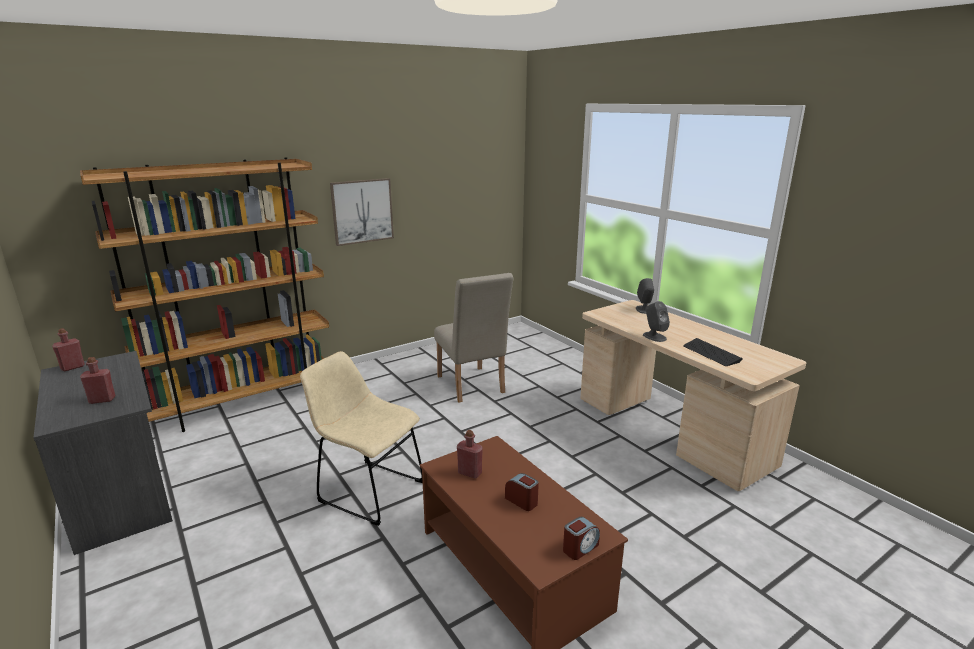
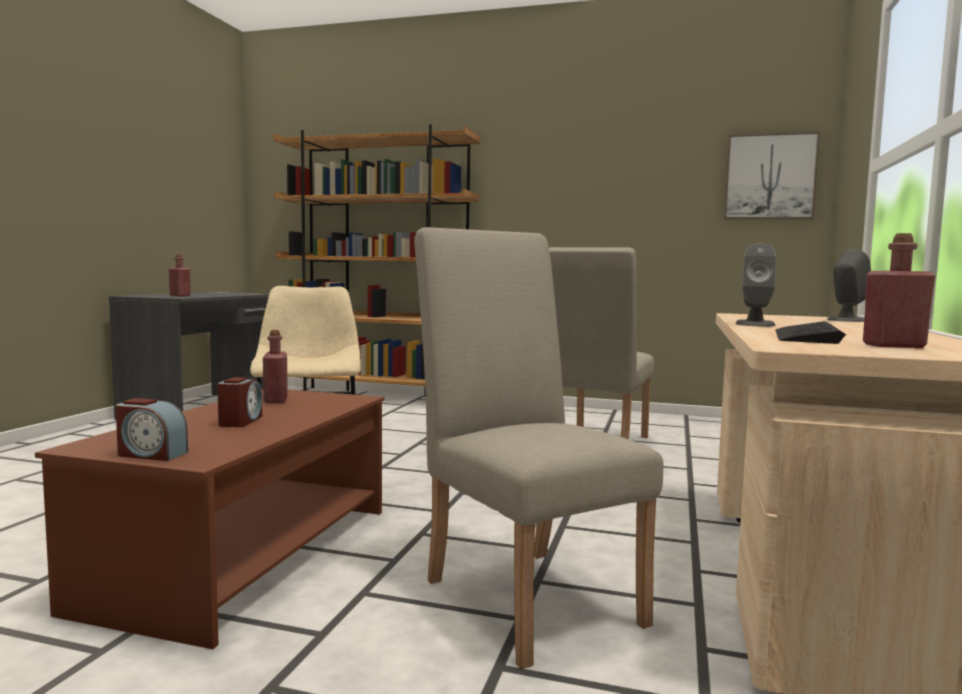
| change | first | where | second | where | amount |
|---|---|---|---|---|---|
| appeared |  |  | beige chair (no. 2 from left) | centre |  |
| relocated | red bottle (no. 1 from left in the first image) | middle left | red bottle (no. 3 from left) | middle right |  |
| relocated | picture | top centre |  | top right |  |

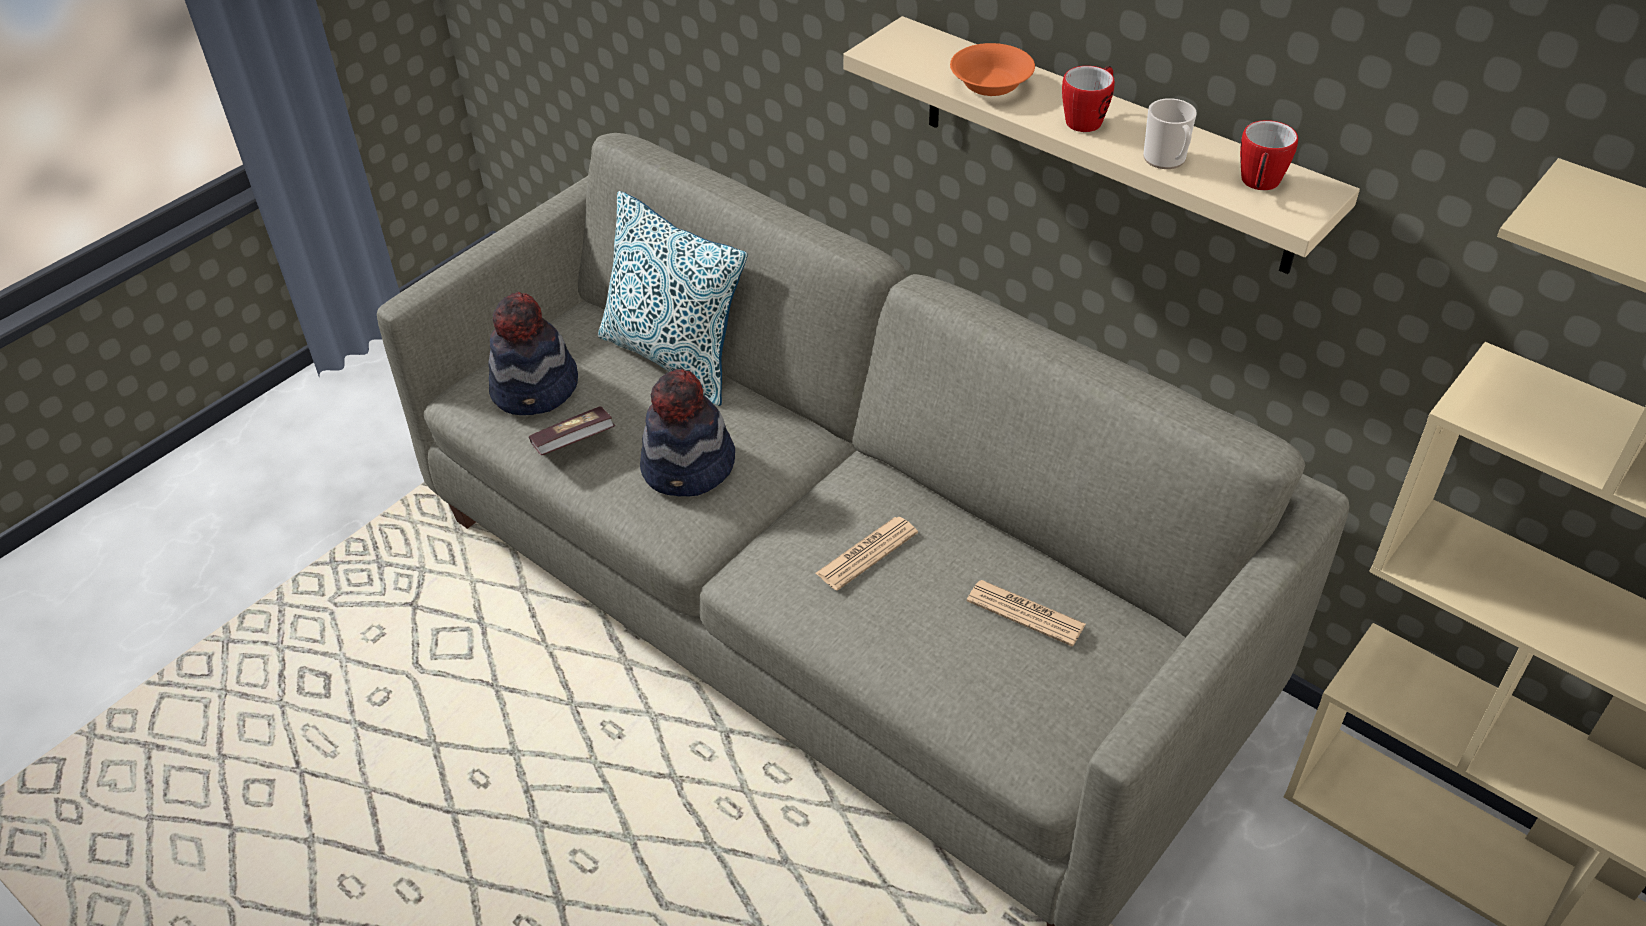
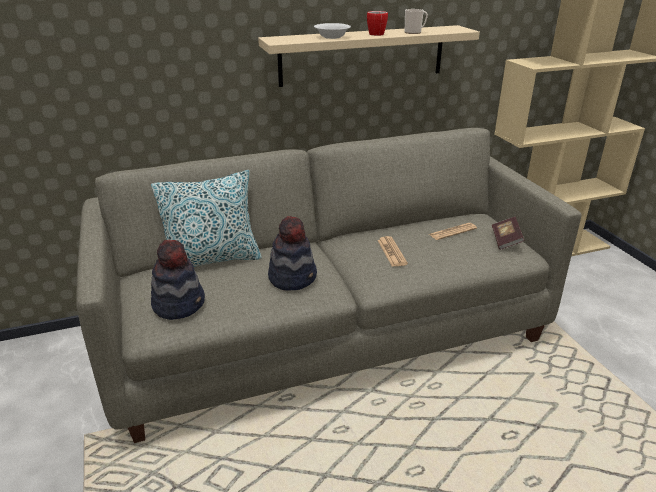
| change | first | where | second | where | amount |
|---|---|---|---|---|---|
| missing | mug (no. 3 from left) | top right |  |  |  |
| relocated | book | centre |  | middle right |  |
| colour | orange bowl | top centre | white bowl | top centre |  |

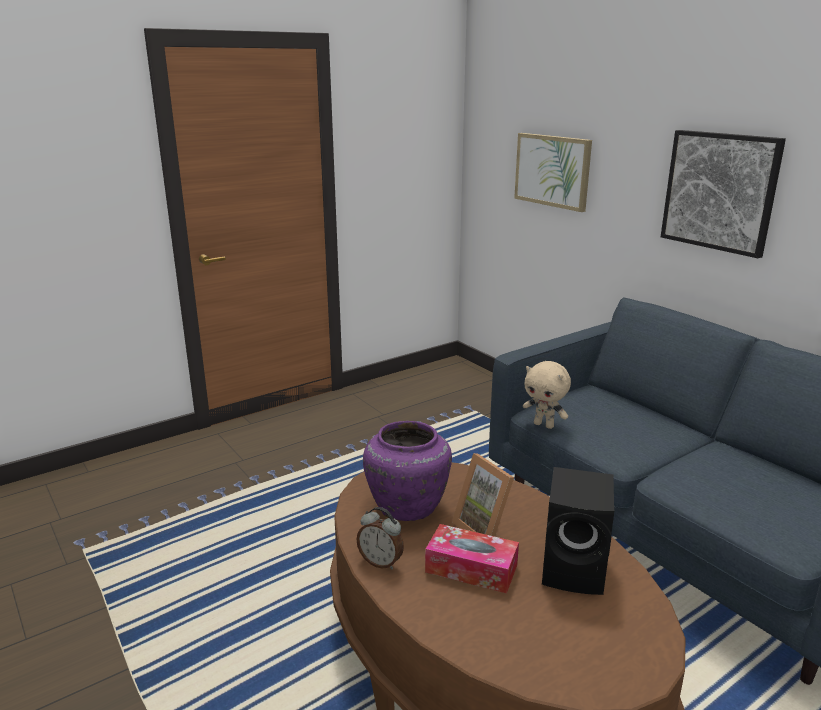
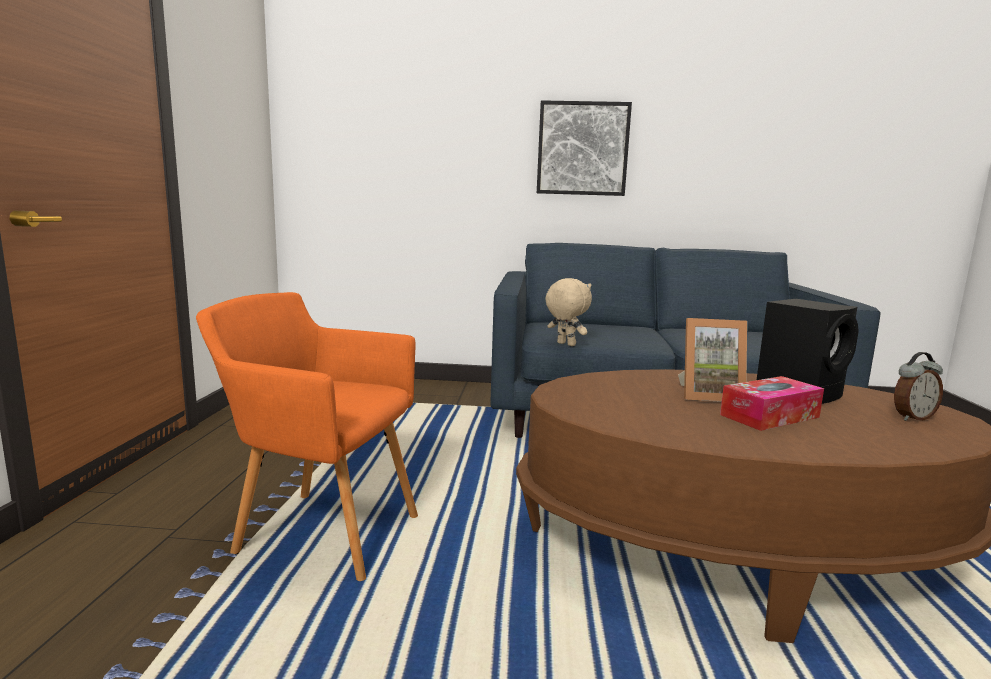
| change | first | where | second | where | amount |
|---|---|---|---|---|---|
| missing | purple vase | centre |  |  |  |
| missing | picture (no. 1 from left) | top right |  |  |  |
| appeared |  |  | orange armchair | middle left |  |
| relocated | alarm clock | bottom centre |  | middle right |  |
| spun | beige plush toy | centre |  | centre | 120 degrees counterclockwise |

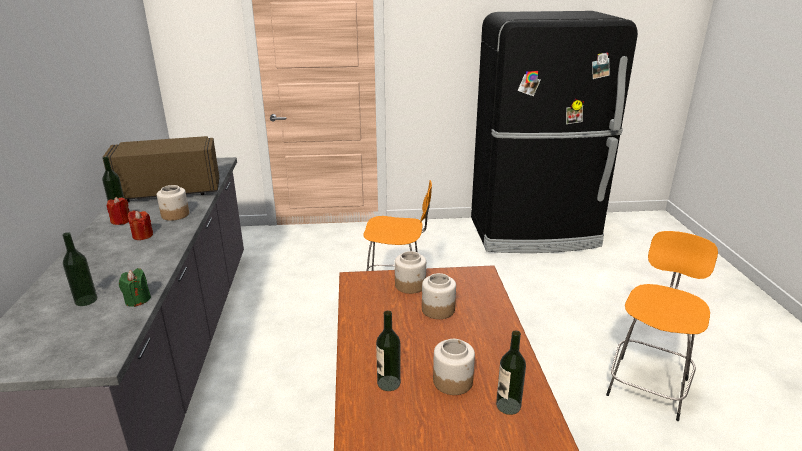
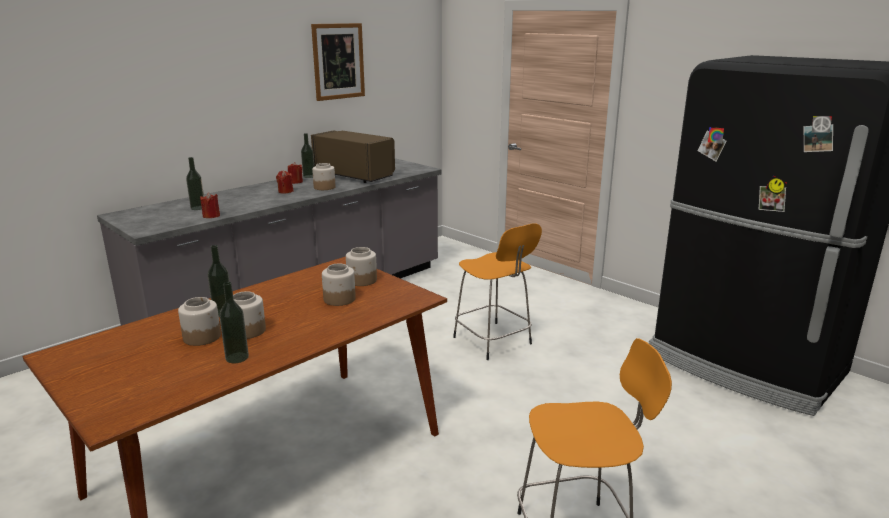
| change | first | where | second | where | amount |
|---|---|---|---|---|---|
| appeared |  |  | jar (no. 1 from left) | middle left |  |
| appeared |  |  | picture | top centre |  |
| colour | green candle | middle left | red candle (no. 1 from left) | middle left |  |

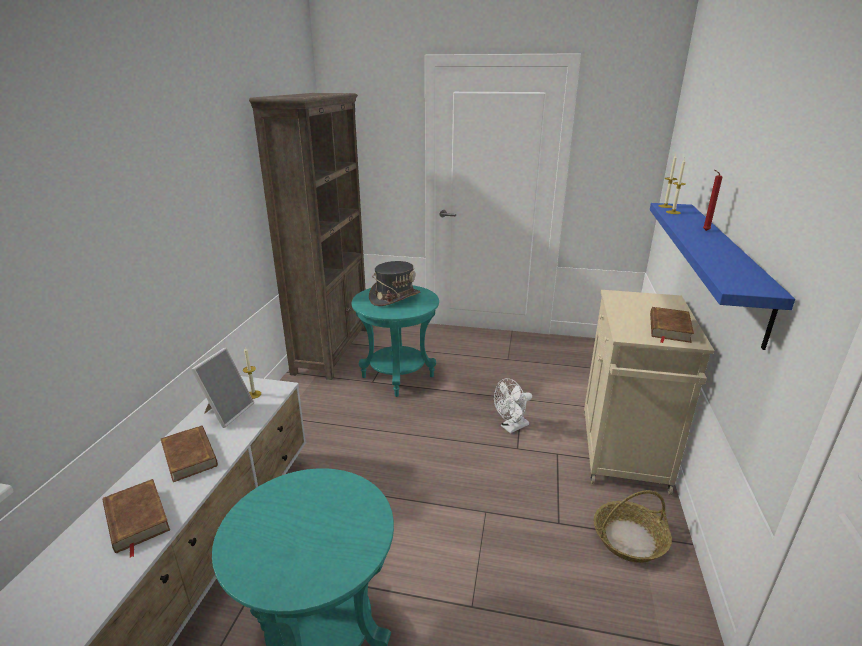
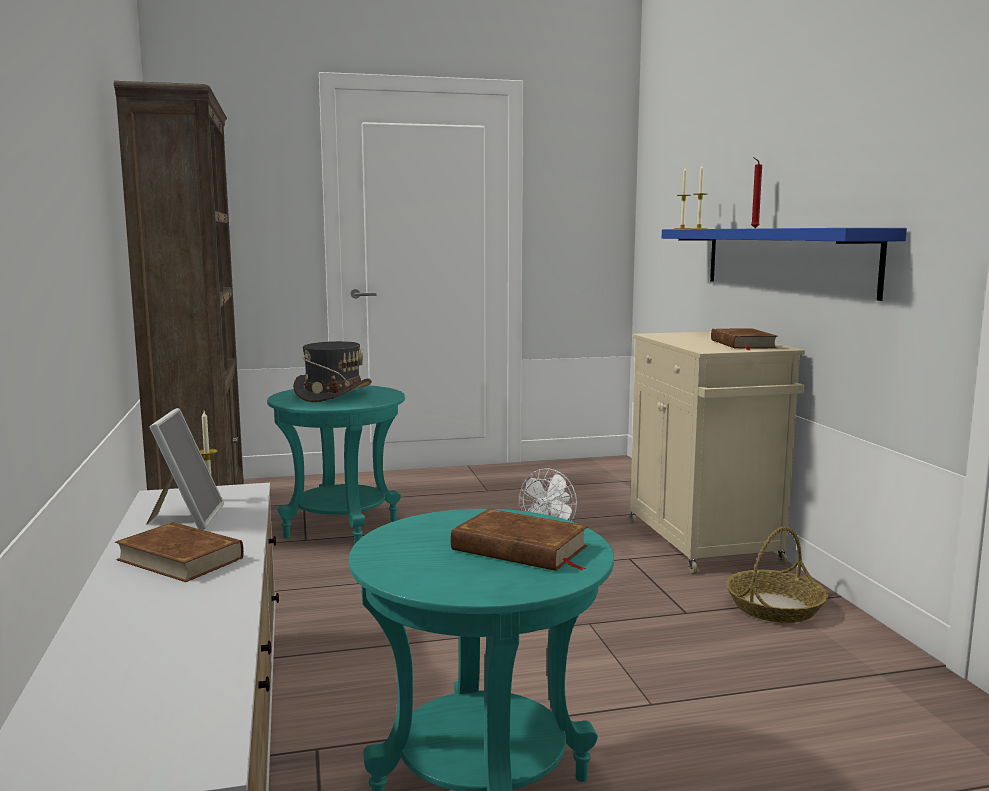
| change | first | where | second | where | amount |
|---|---|---|---|---|---|
| relocated | brown book (no. 1 from left in the first image) | bottom left | brown book (no. 2 from left) | bottom centre |  |

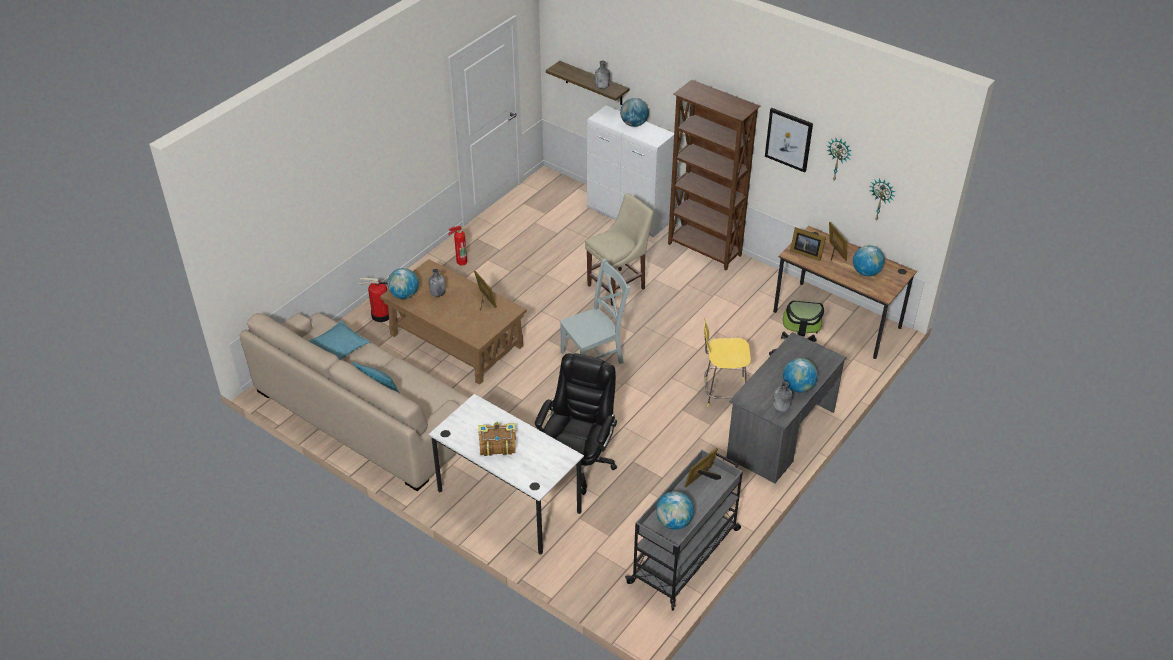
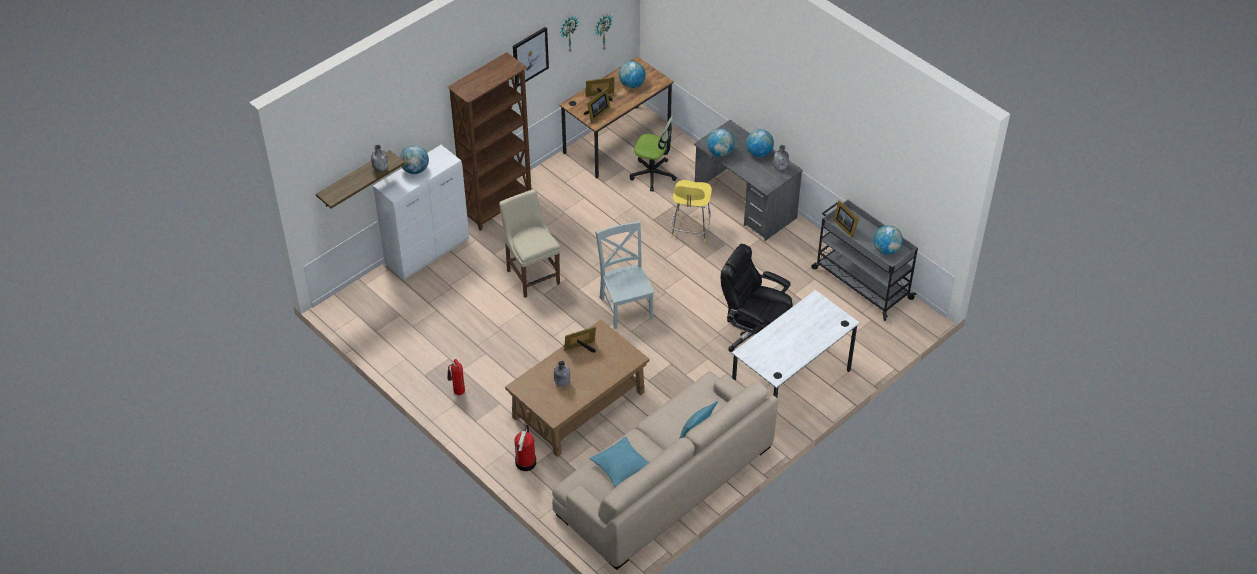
| change | first | where | second | where | amount |
|---|---|---|---|---|---|
| missing | book | centre |  |  |  |
| relocated | globe (no. 1 from left in the first image) | centre | globe (no. 3 from left) | top centre |  |

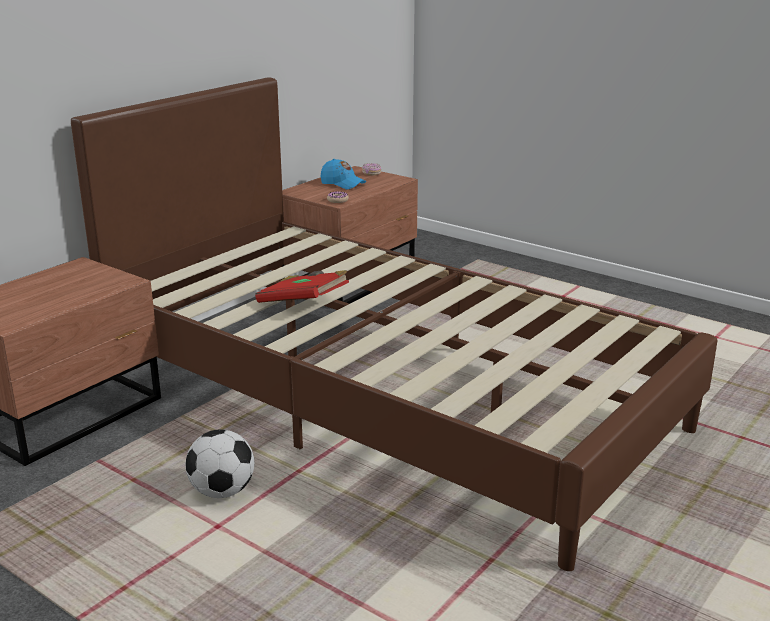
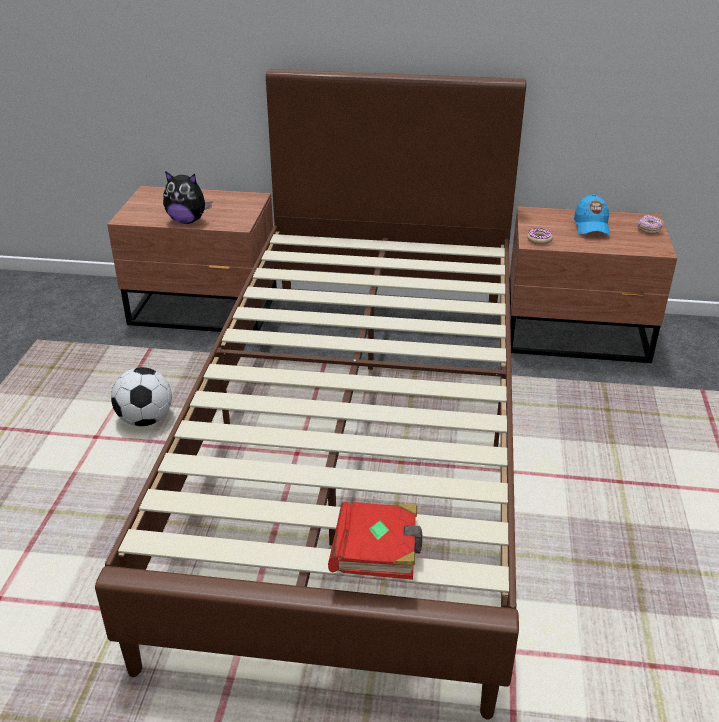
| change | first | where | second | where | amount |
|---|---|---|---|---|---|
| appeared |  |  | plush toy | top left |  |
| relocated | red book | centre |  | bottom centre |  |

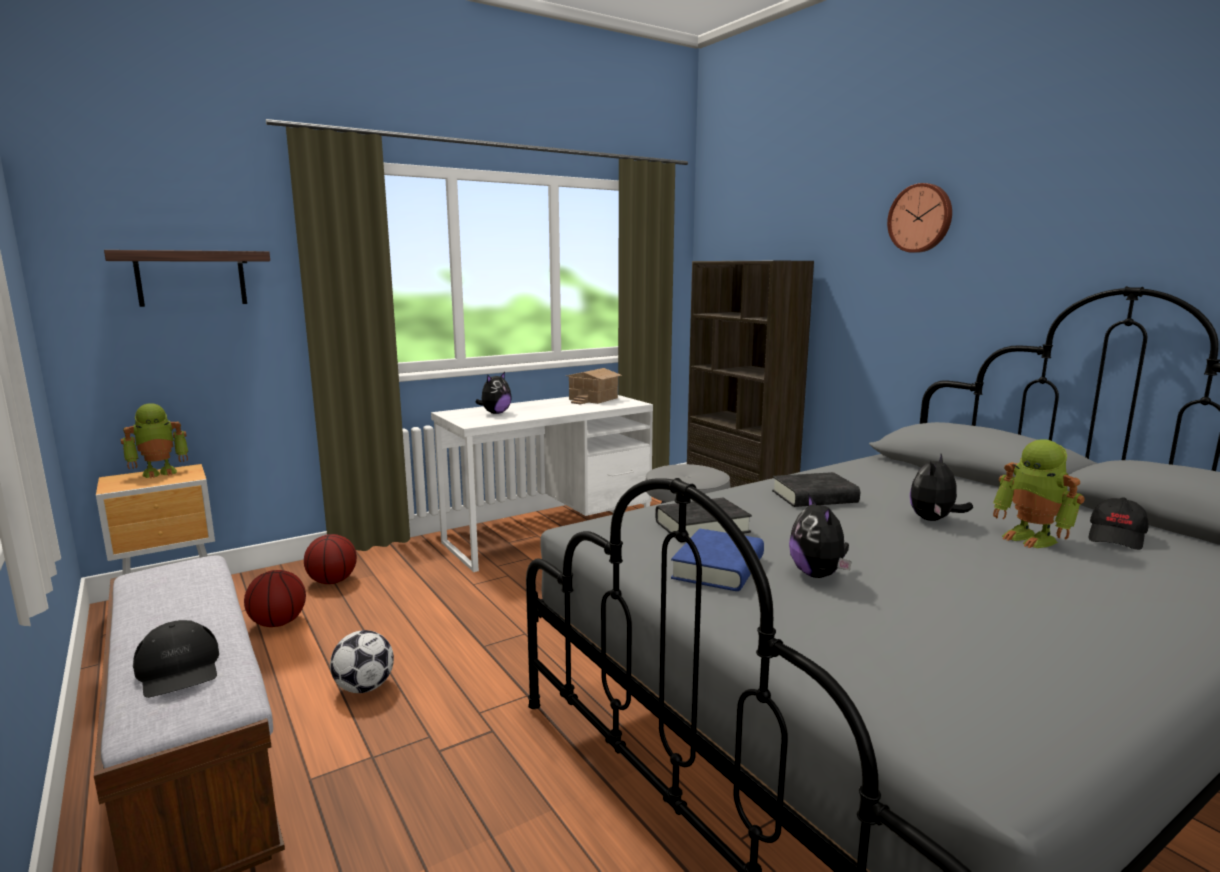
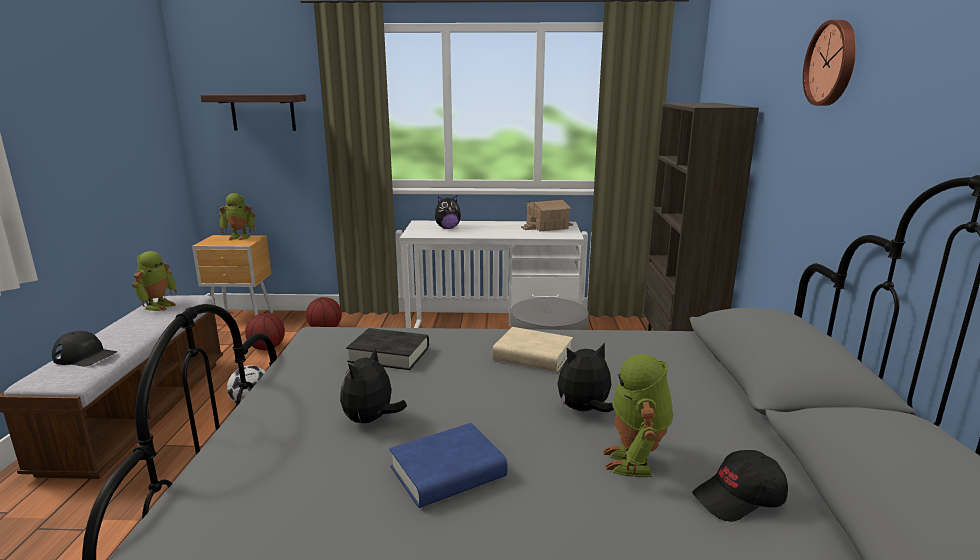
| change | first | where | second | where | amount |
|---|---|---|---|---|---|
| appeared |  |  | toy robot (no. 1 from left) | middle left |  |
| relocated | blue book | centre |  | bottom centre |  |
| colour | black book (no. 2 from left) | middle right | beige book | centre |  |
| spun | black cap (no. 1 from left) | bottom left |  | middle left | 75 degrees counterclockwise |

